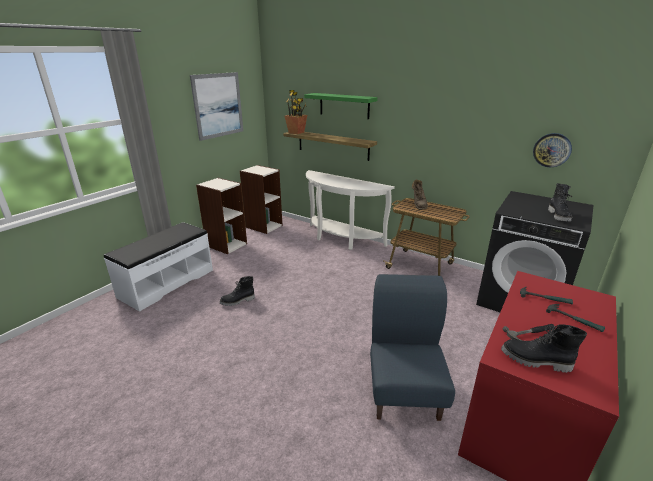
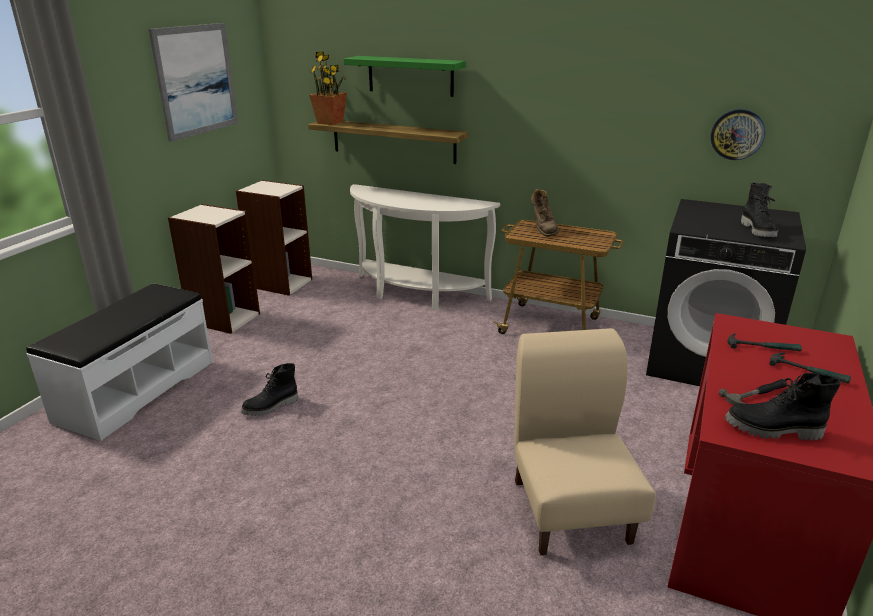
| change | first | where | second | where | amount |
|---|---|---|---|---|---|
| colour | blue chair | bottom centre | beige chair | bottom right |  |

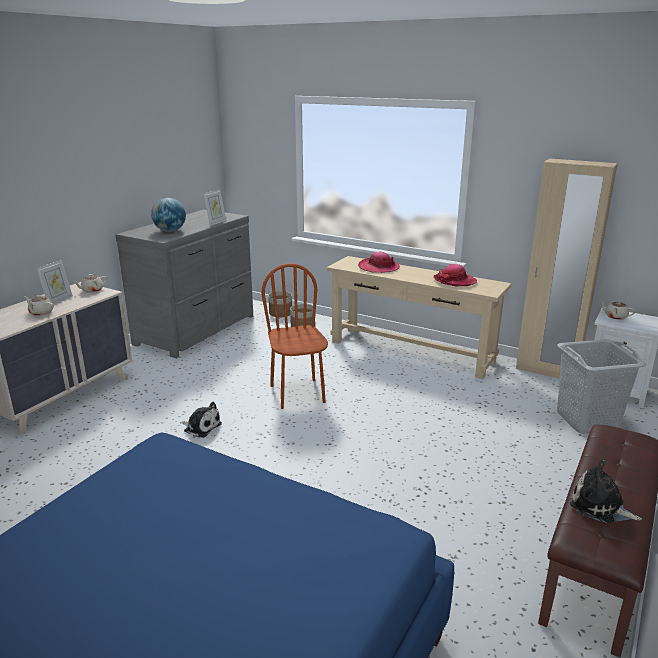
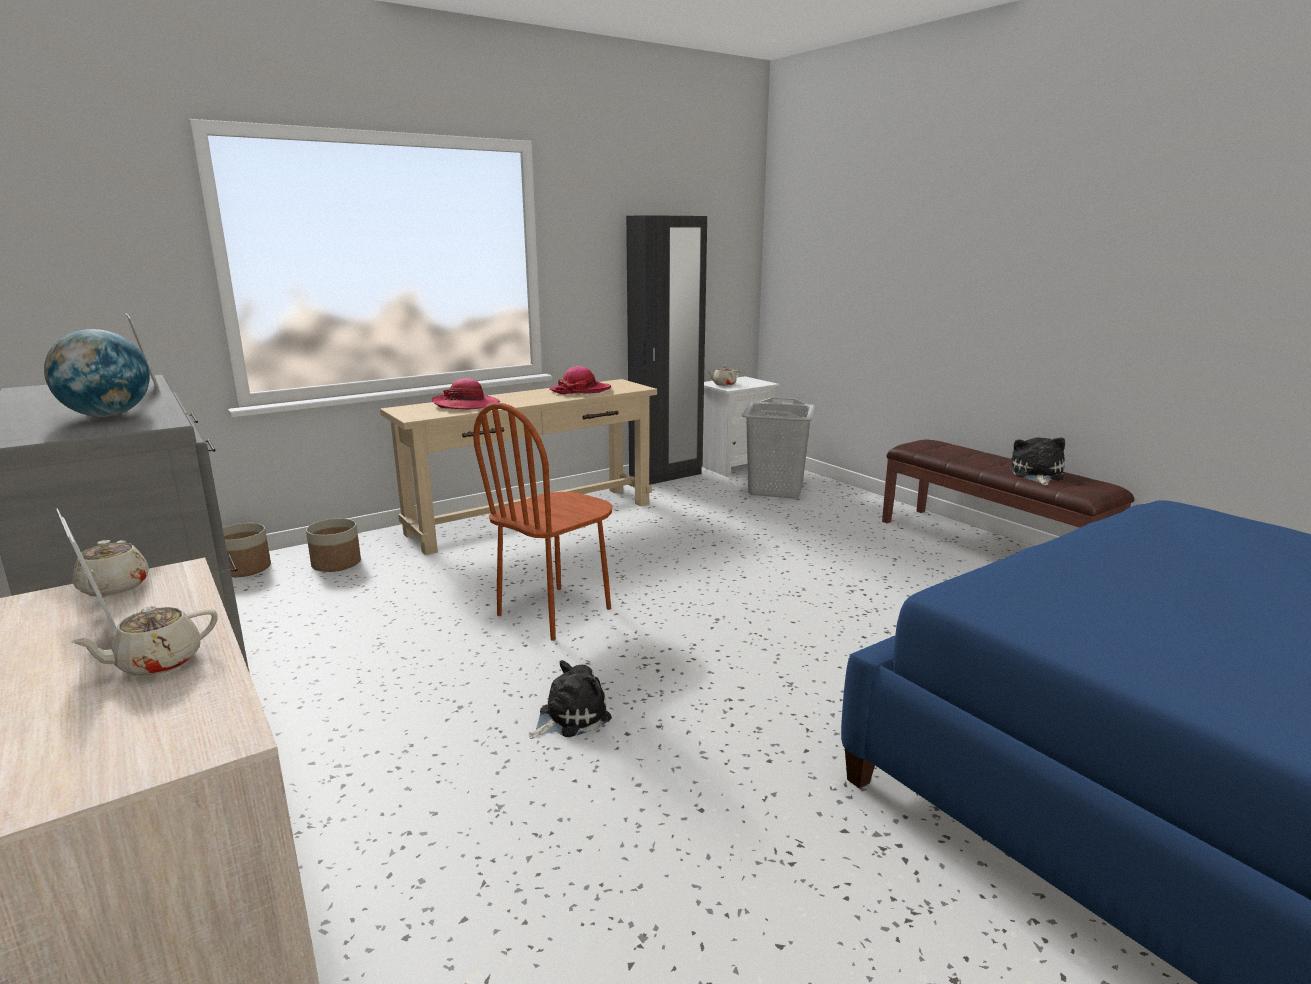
| change | first | where | second | where | amount |
|---|---|---|---|---|---|
| colour | beige wardrobe | middle right | black wardrobe | centre |  |
| spun | brown chair | centre |  | centre | 60 degrees counterclockwise |
| spun | plush toy (no. 2 from left) | bottom right |  | middle right | 135 degrees clockwise |

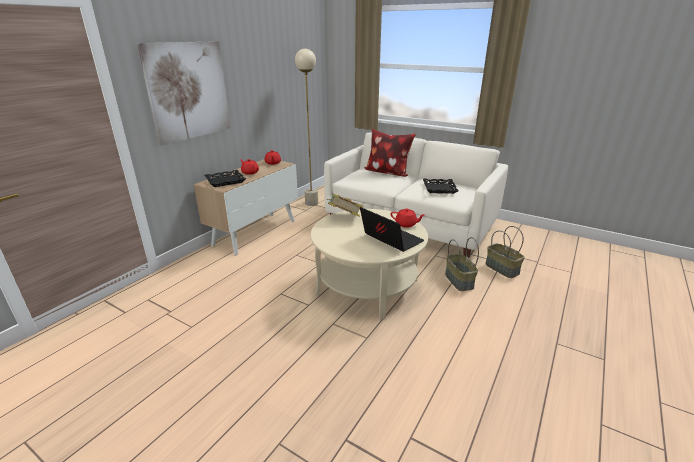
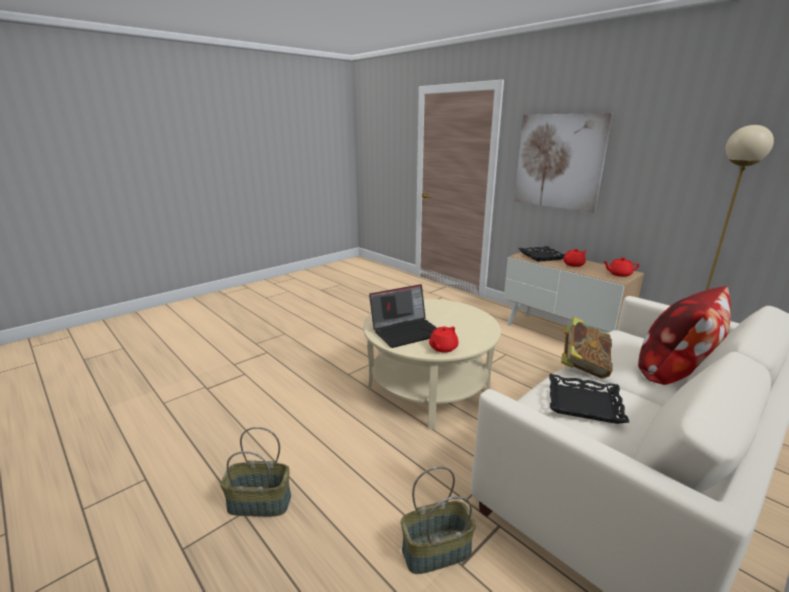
| change | first | where | second | where | amount |
|---|---|---|---|---|---|
| relocated | book | centre |  | middle right |  |
| relocated | basket (no. 1 from left) | centre |  | bottom left |  |

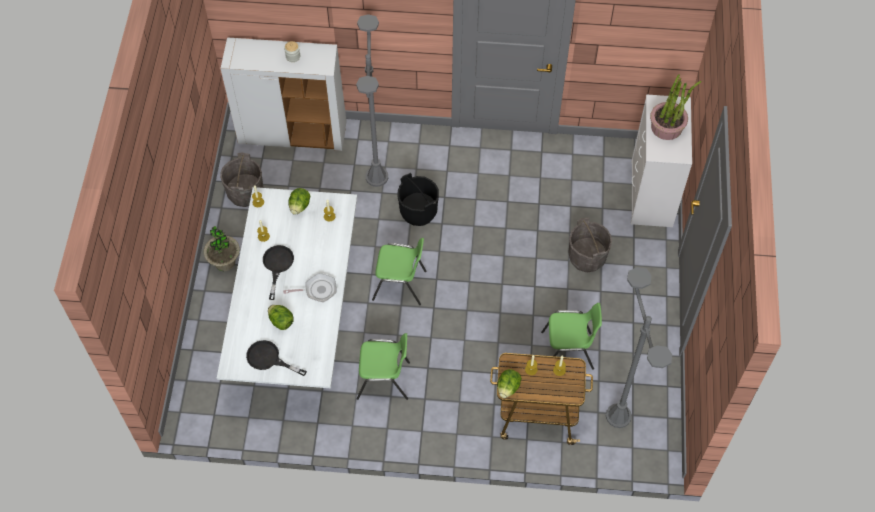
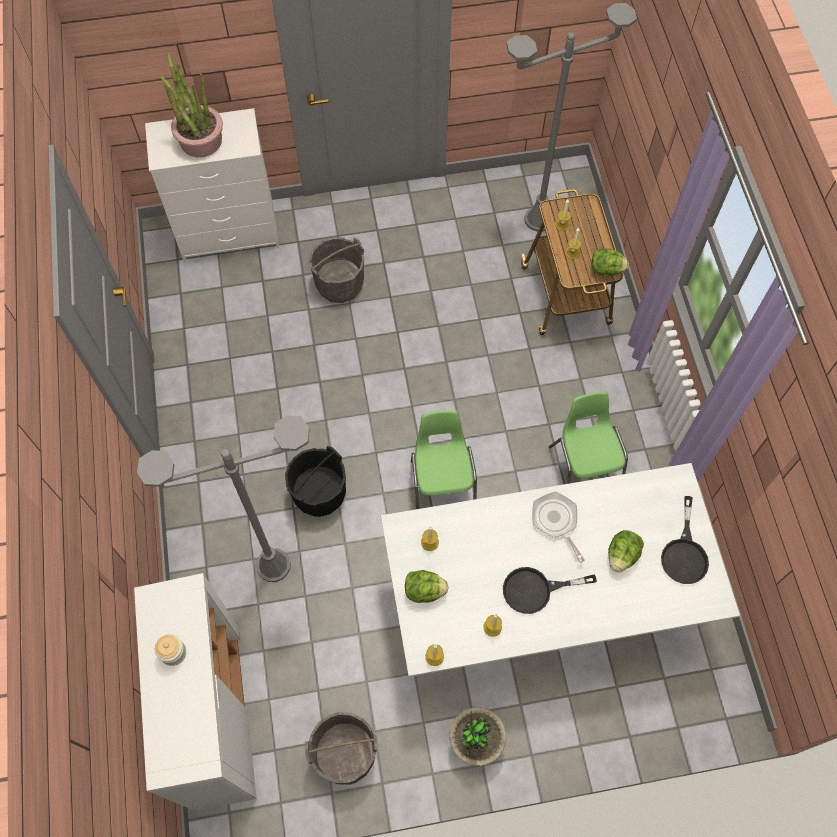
| change | first | where | second | where | amount |
|---|---|---|---|---|---|
| missing | green chair (no. 3 from left) | centre |  |  |  |

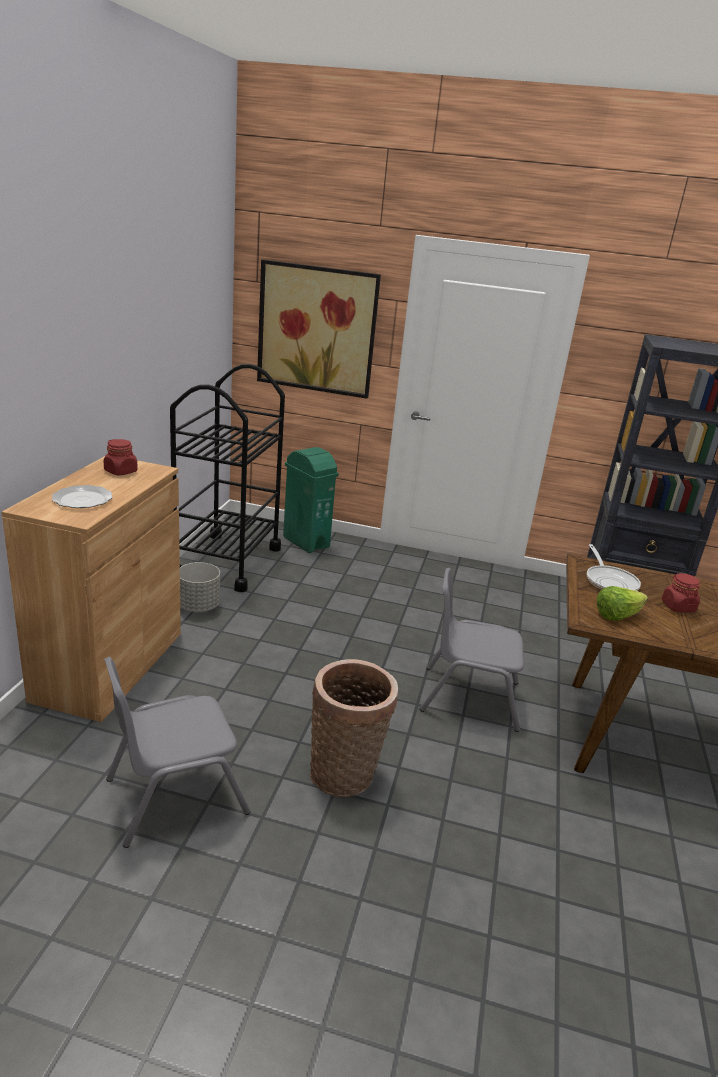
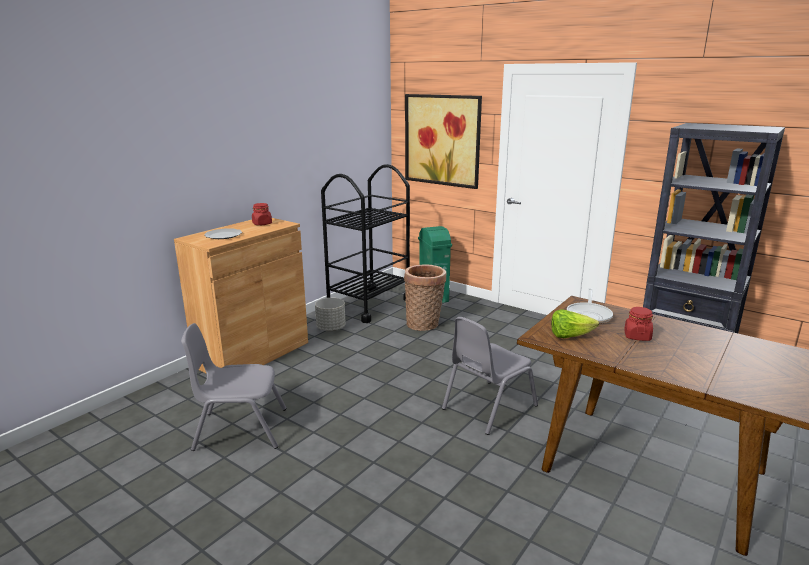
| change | first | where | second | where | amount |
|---|---|---|---|---|---|
| relocated | basket | bottom centre |  | centre |  |
| spun | grey chair (no. 2 from left) | centre |  | centre | 75 degrees counterclockwise |

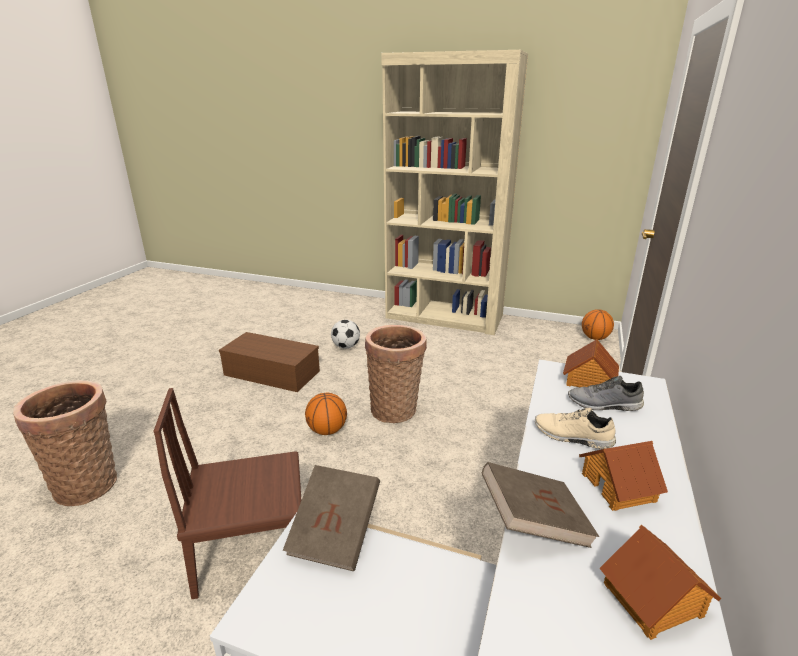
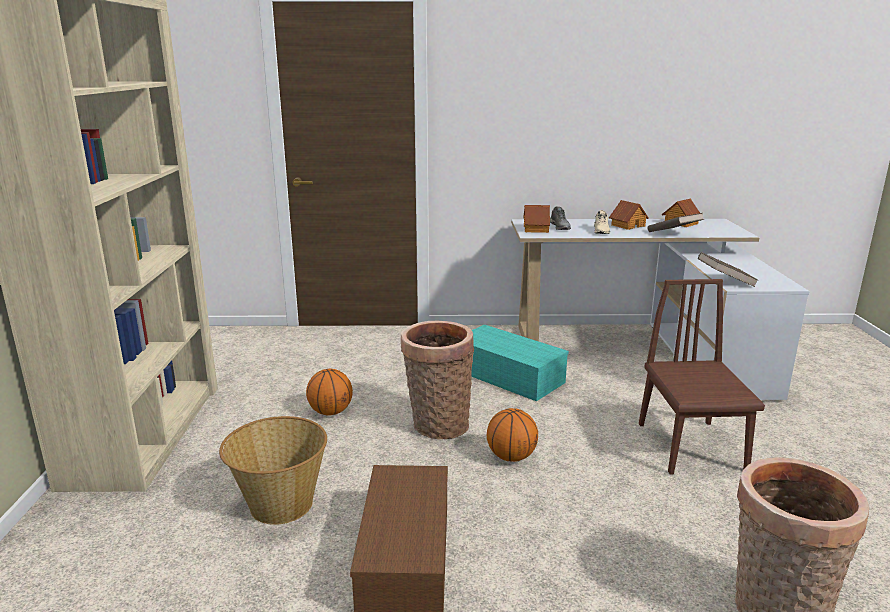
| change | first | where | second | where | amount |
|---|---|---|---|---|---|
| appeared |  |  | turquoise storage box | centre |  |
| relocated | basketball (no. 2 from left in the first image) | middle right | basketball (no. 1 from left) | centre |  |
| exchanged | football | centre | basket (no. 1 from left) | bottom left |  |
| spun | brown chair | bottom left |  | middle right | 150 degrees counterclockwise |

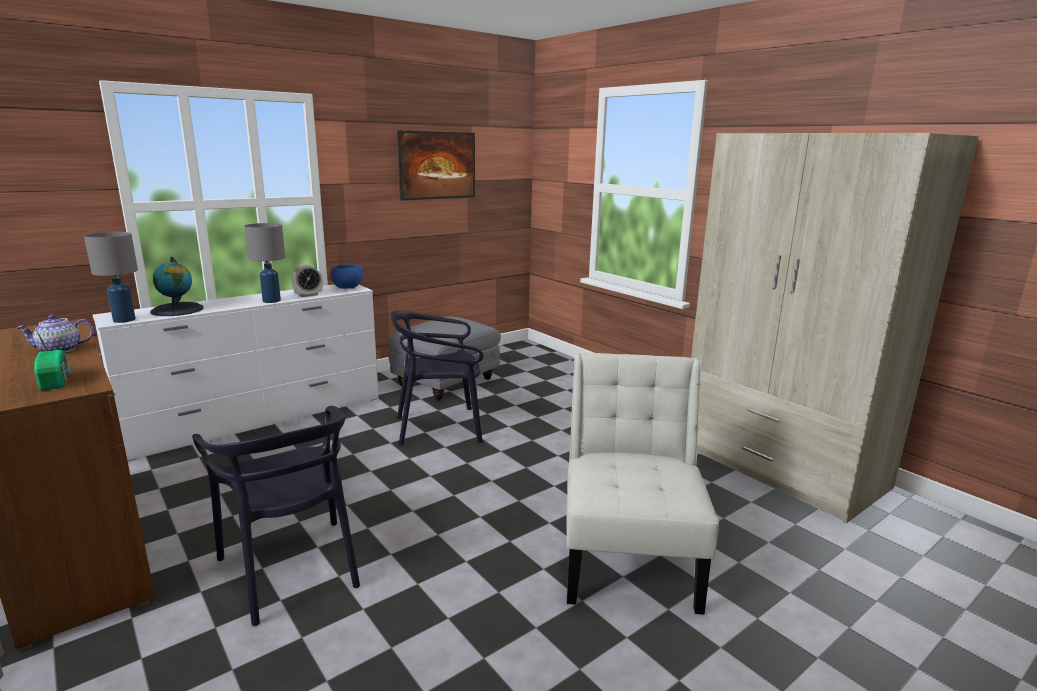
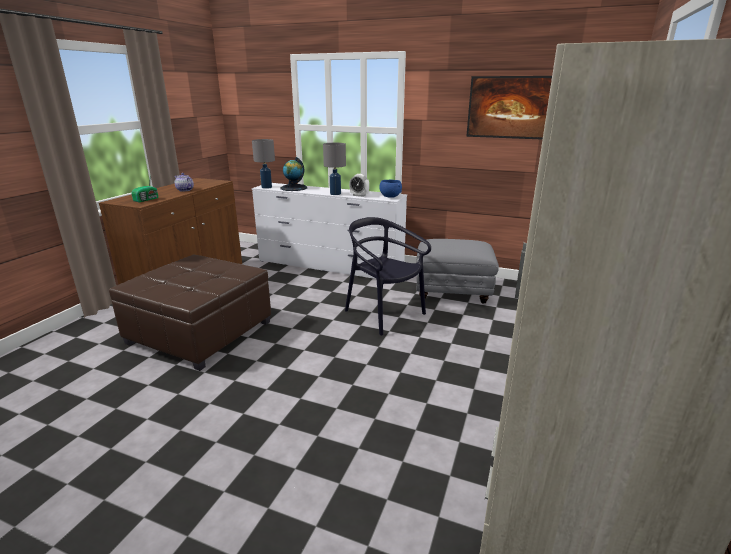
| change | first | where | second | where | amount |
|---|---|---|---|---|---|
| missing | white chair | bottom centre |  |  |  |
| exchanged | black chair (no. 1 from left) | bottom left | brown ottoman | middle left |  |

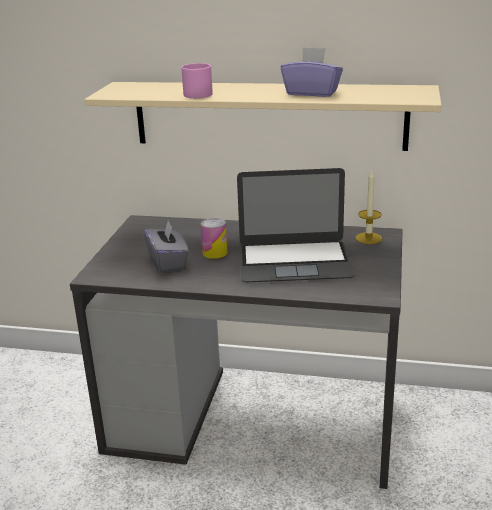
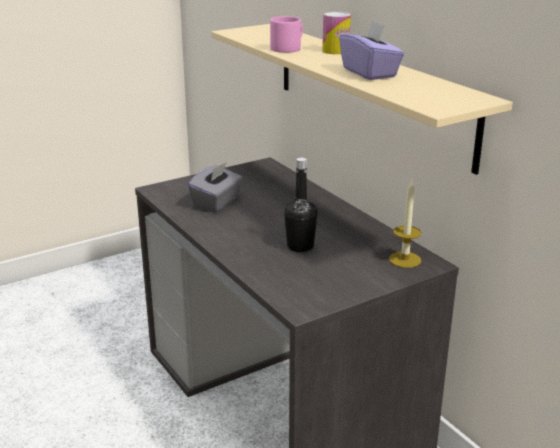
| change | first | where | second | where | amount |
|---|---|---|---|---|---|
| relocated | can | centre |  | top centre |  |
| exchanged | laptop | centre | black bottle | centre |  |

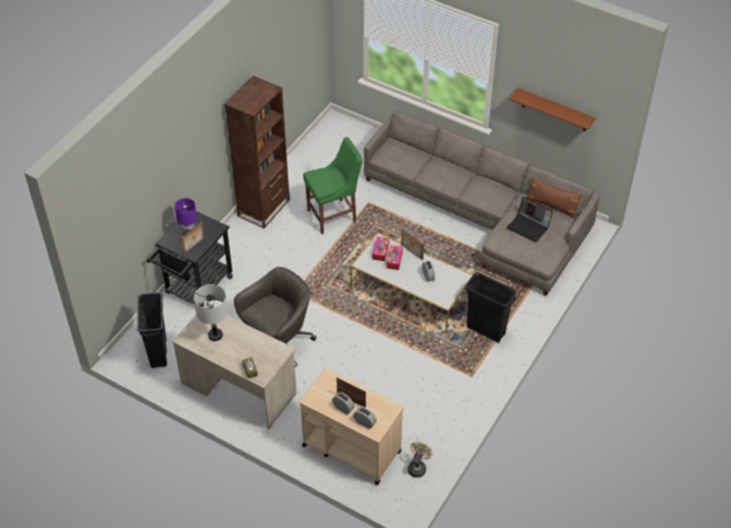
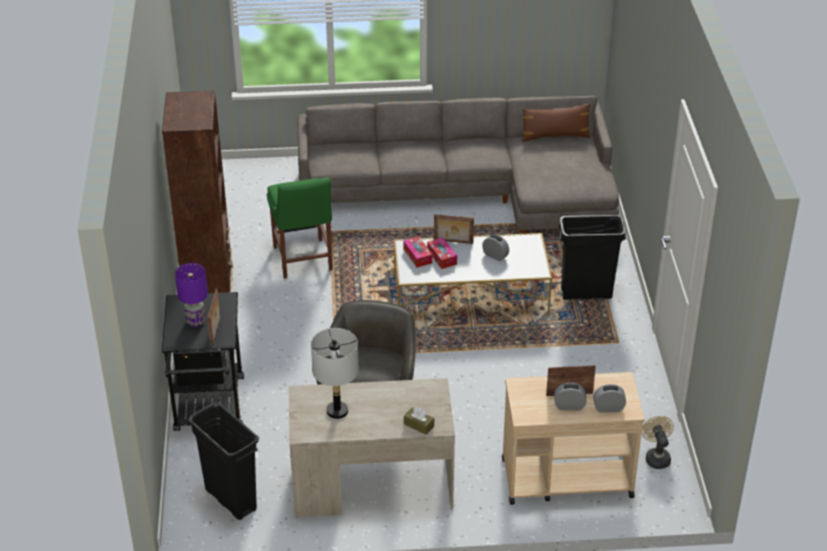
| change | first | where | second | where | amount |
|---|---|---|---|---|---|
| missing | laptop | middle right |  |  |  |
| missing | brown shelf | top right |  |  |  |
| spun | green chair | centre |  | centre | 135 degrees clockwise |

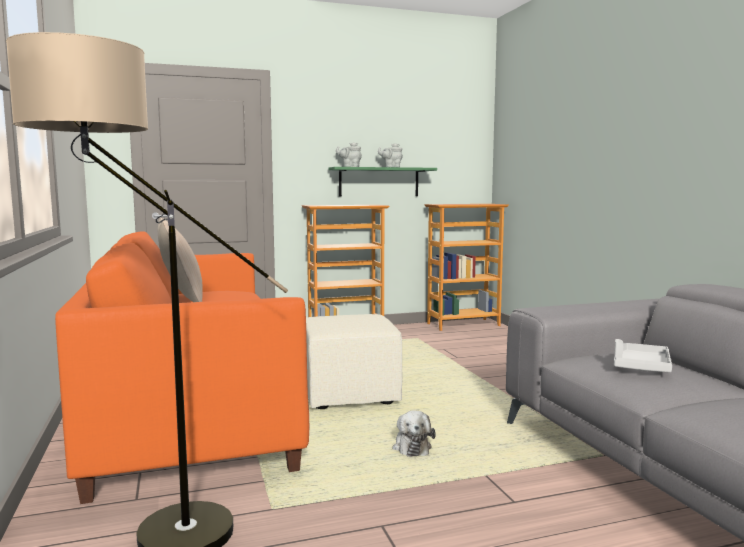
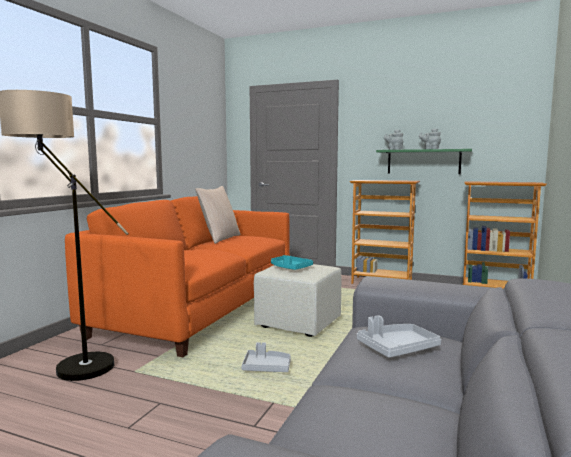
| change | first | where | second | where | amount |
|---|---|---|---|---|---|
| appeared |  |  | turquoise tray | centre |  |
| exchanged | plush toy | bottom centre | grey tray (no. 1 from left) | bottom centre |  |

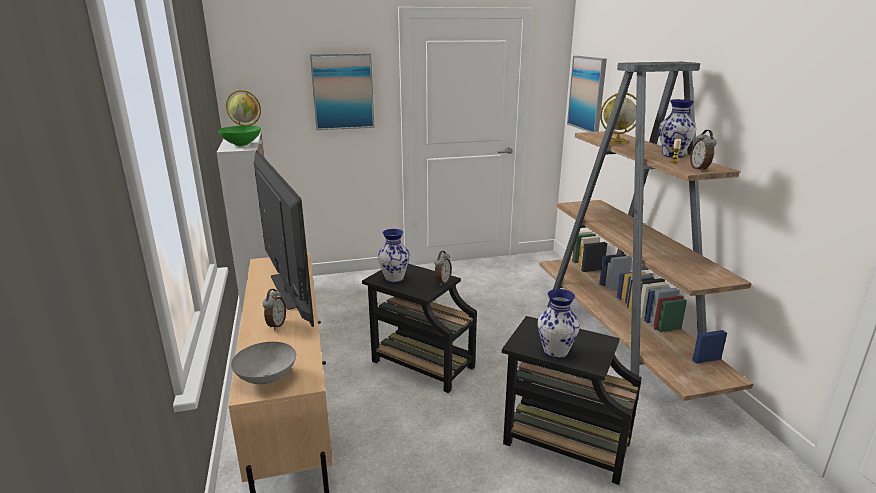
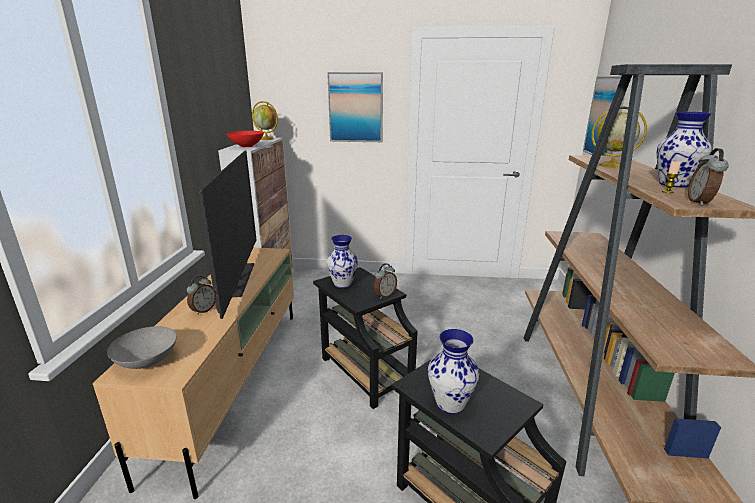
| change | first | where | second | where | amount |
|---|---|---|---|---|---|
| colour | green bowl | top left | red bowl | top left |  |

